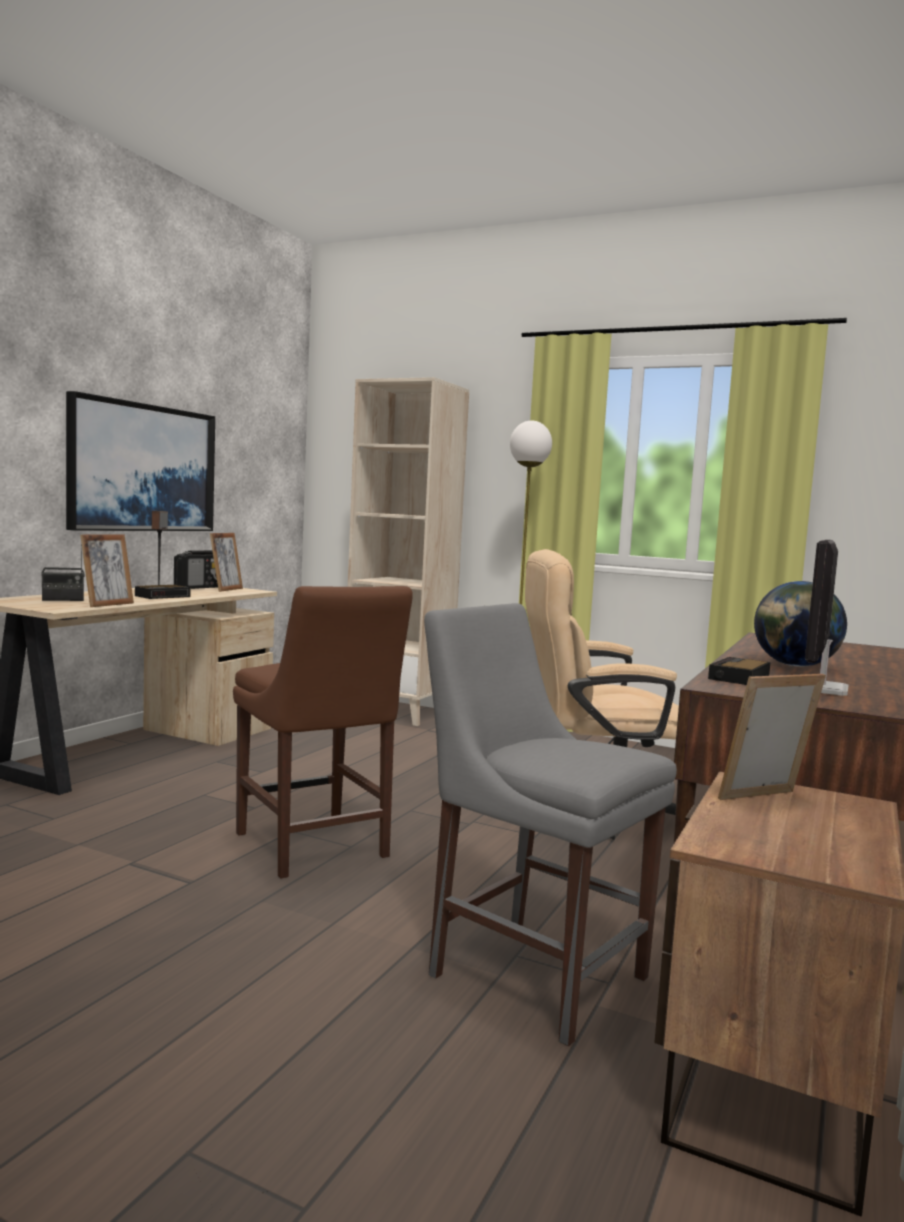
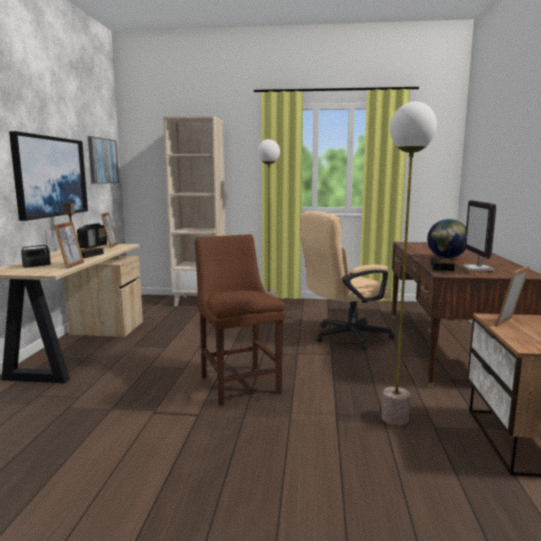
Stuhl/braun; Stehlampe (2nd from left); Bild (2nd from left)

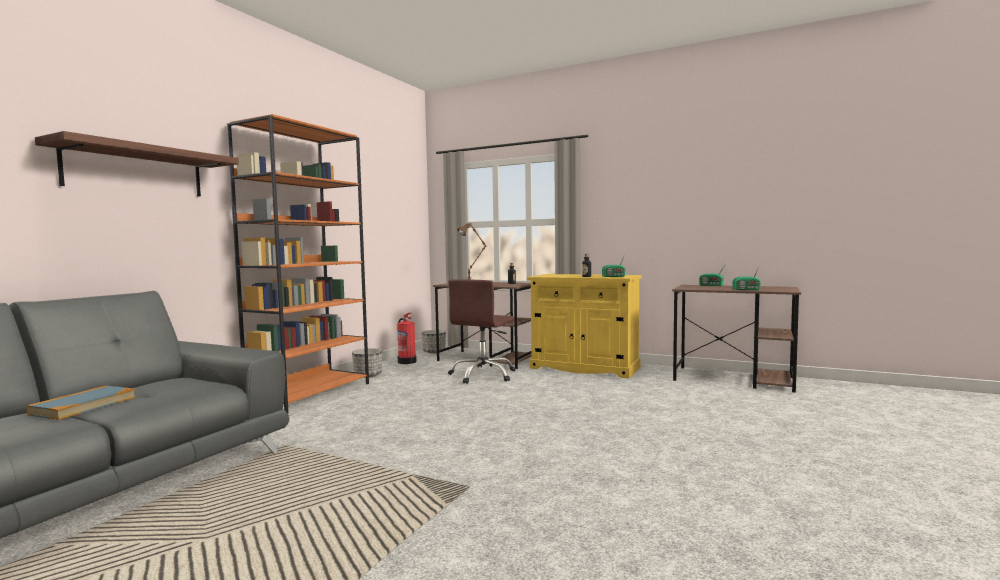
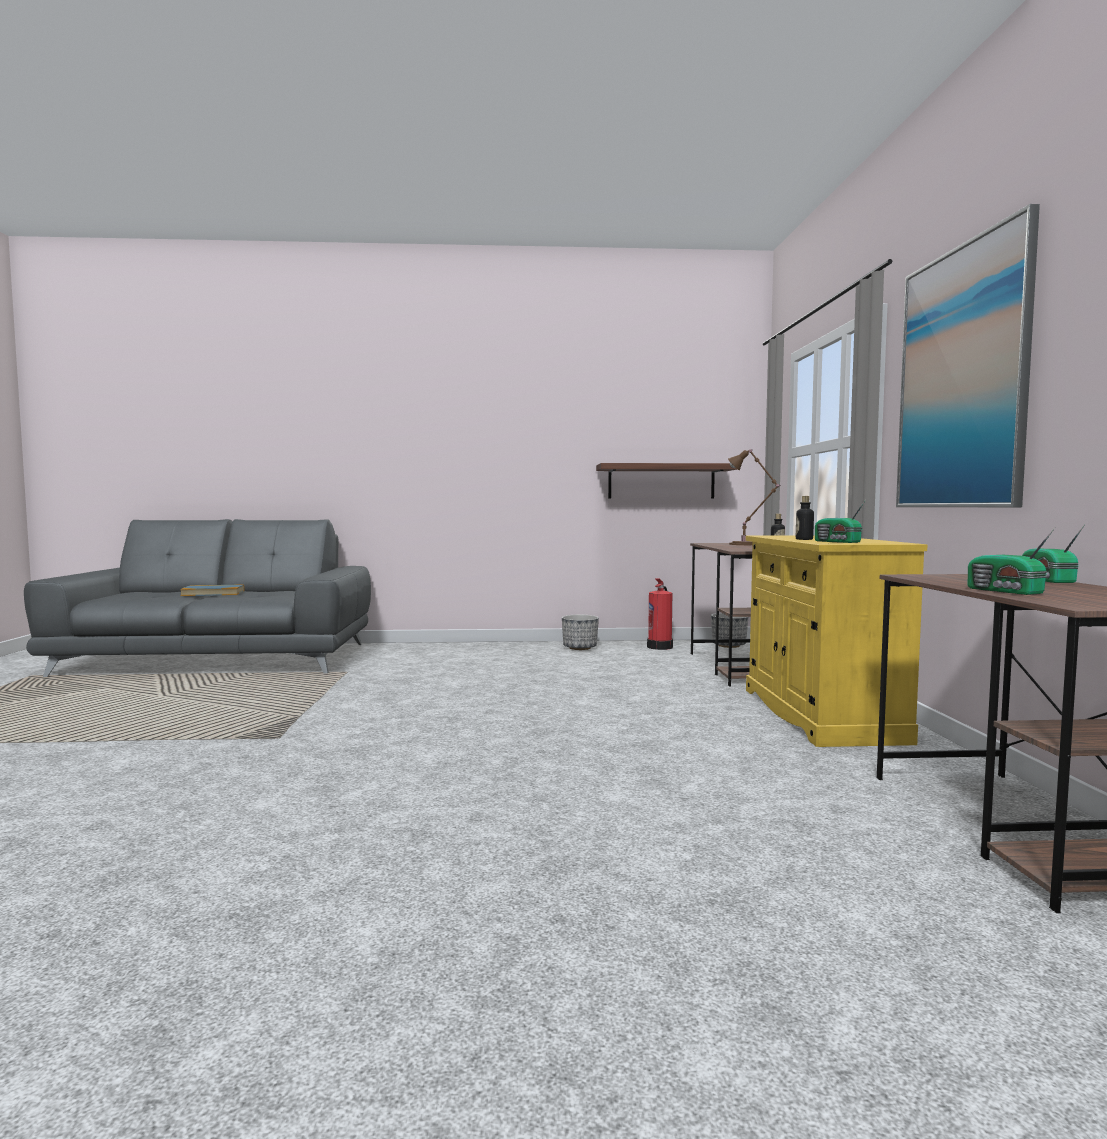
Wandregal; Bücherregal/orange; Bürostuhl/braun; Bild

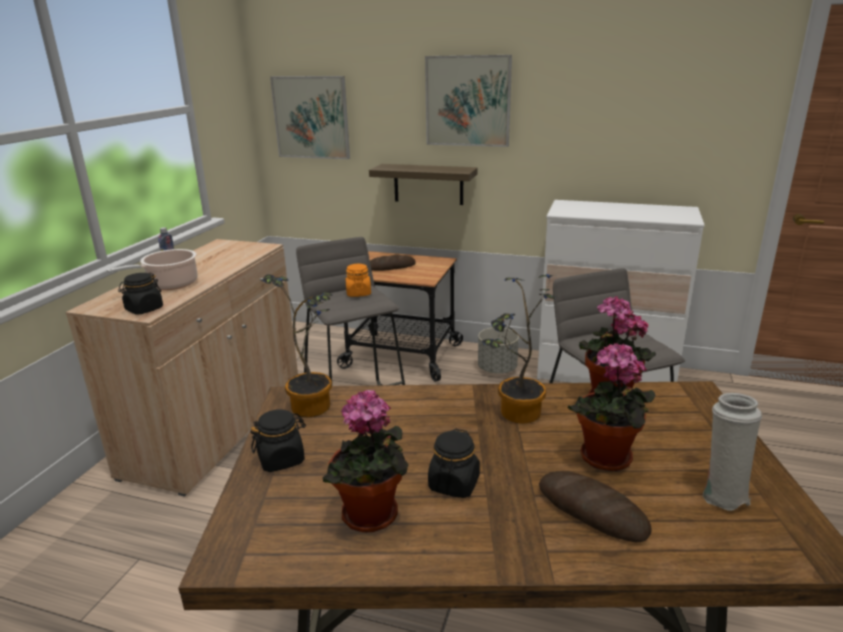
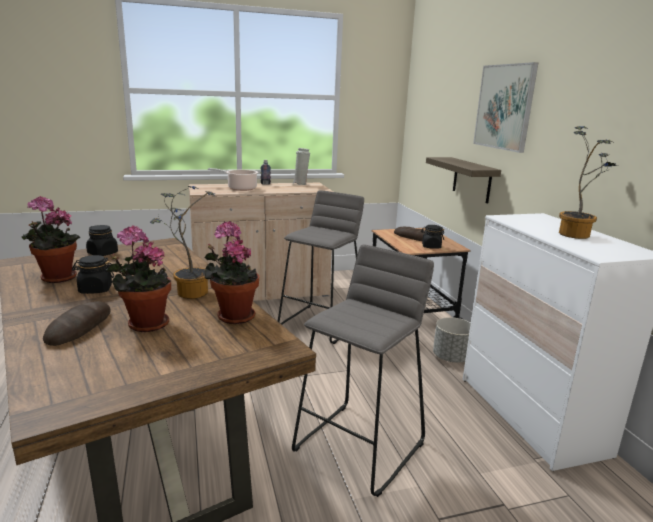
Vorratsglas/schwarz (3rd from left); Topfpflanze (5th from left); Bild (1st from left in the first image); Vorratsglas/orange; Vase/weiß

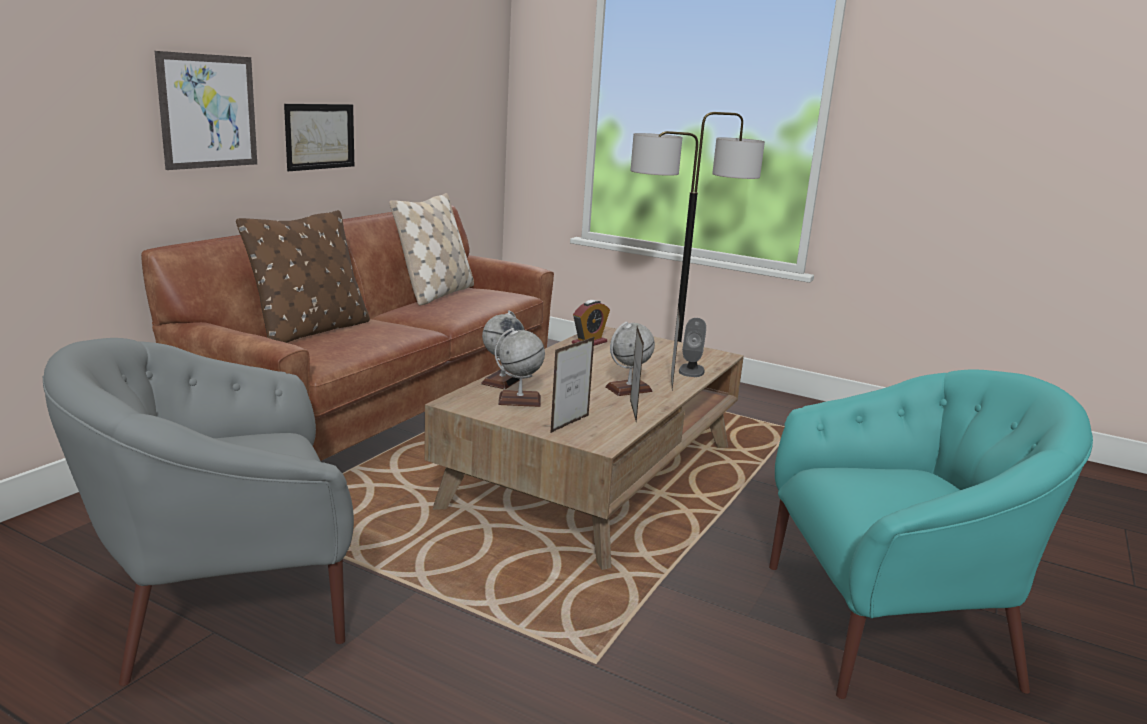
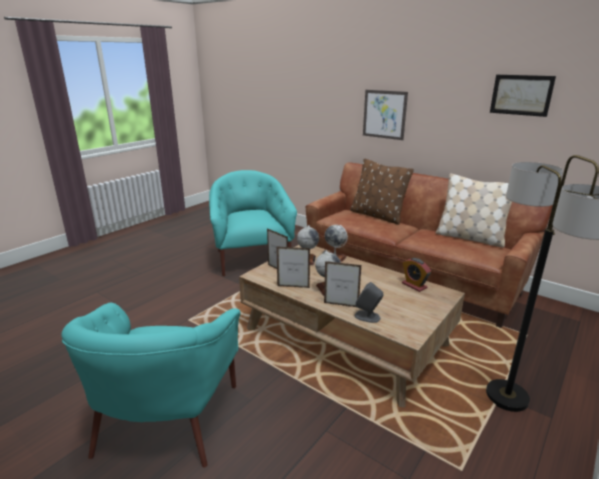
Sessel/türkis (2nd from left); Bild (2nd from left)

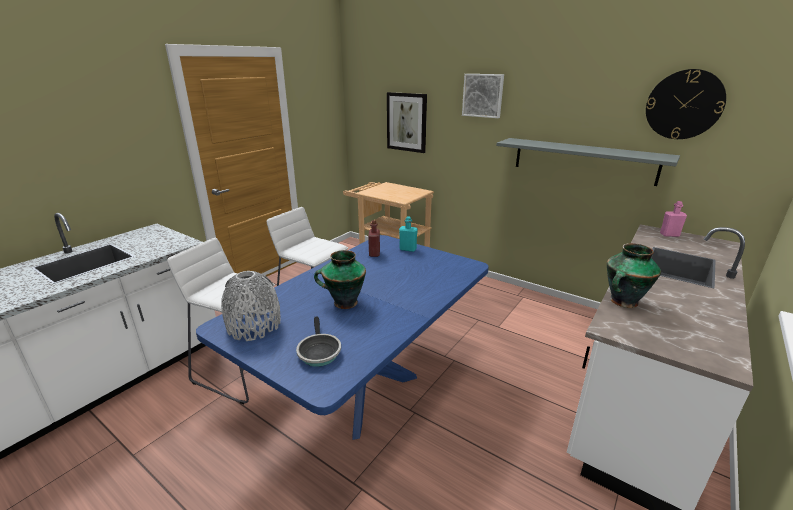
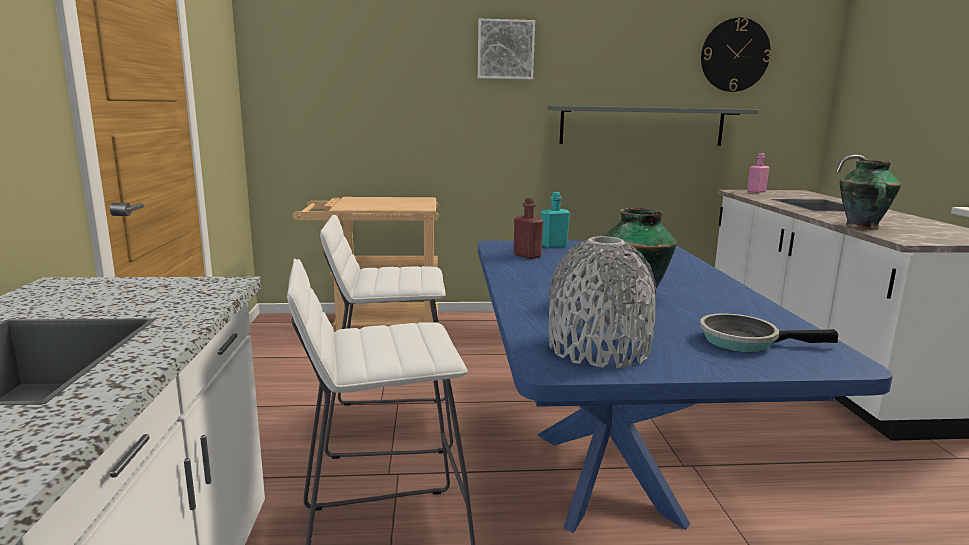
Pfanne; Bild (1st from left in the first image)

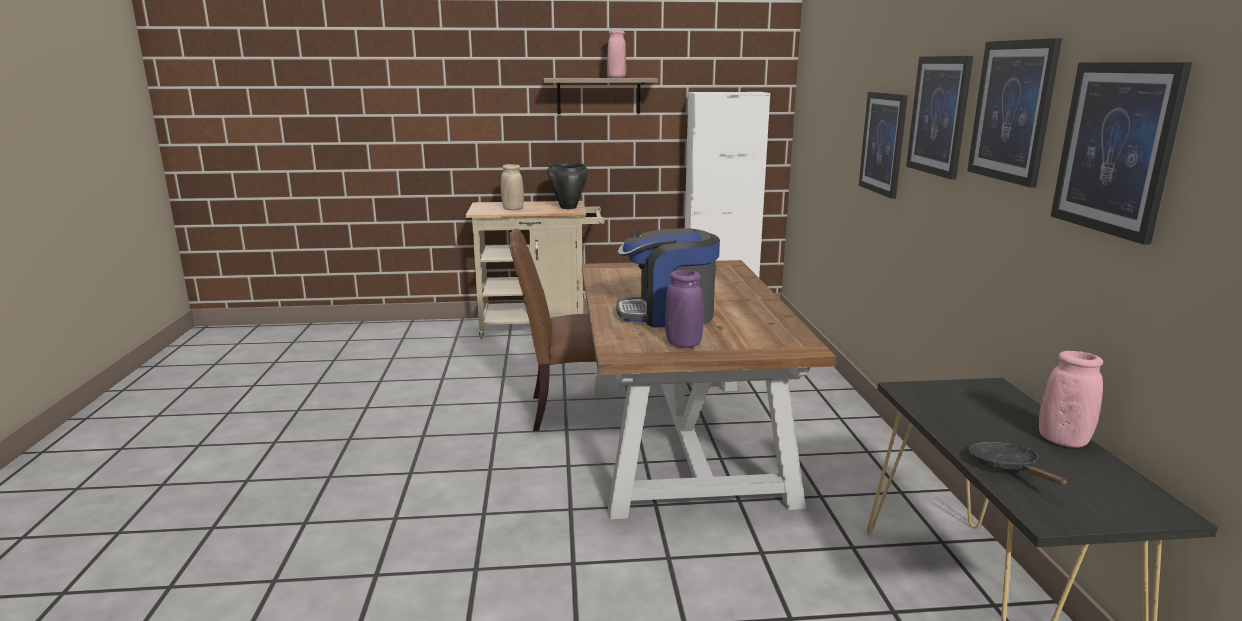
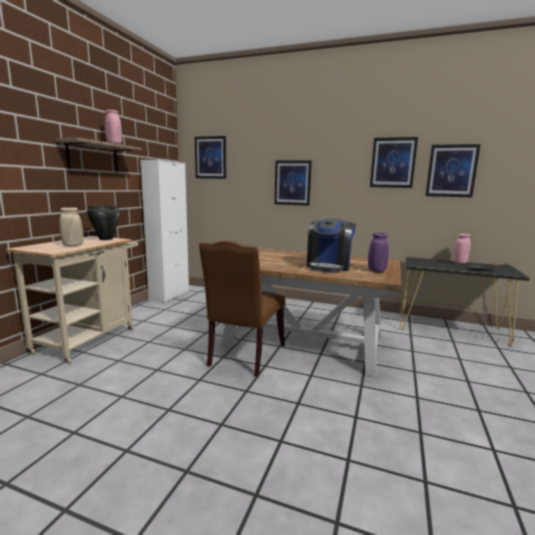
Bild (1st from left)

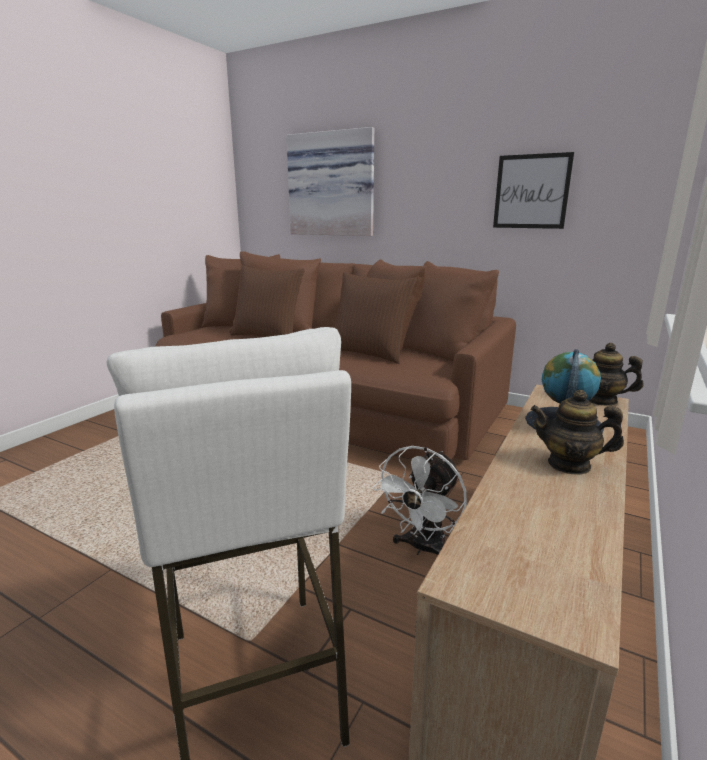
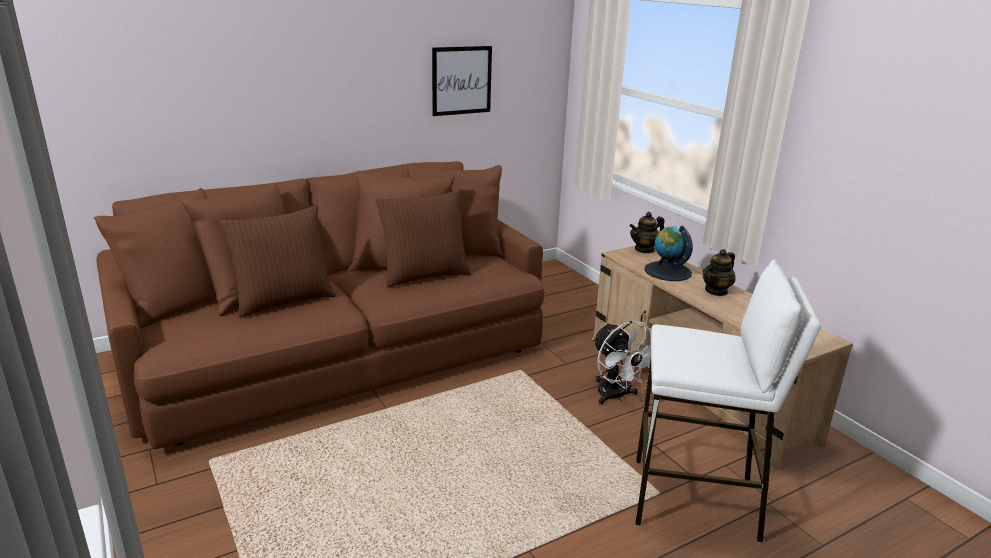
Bild (1st from left in the first image)

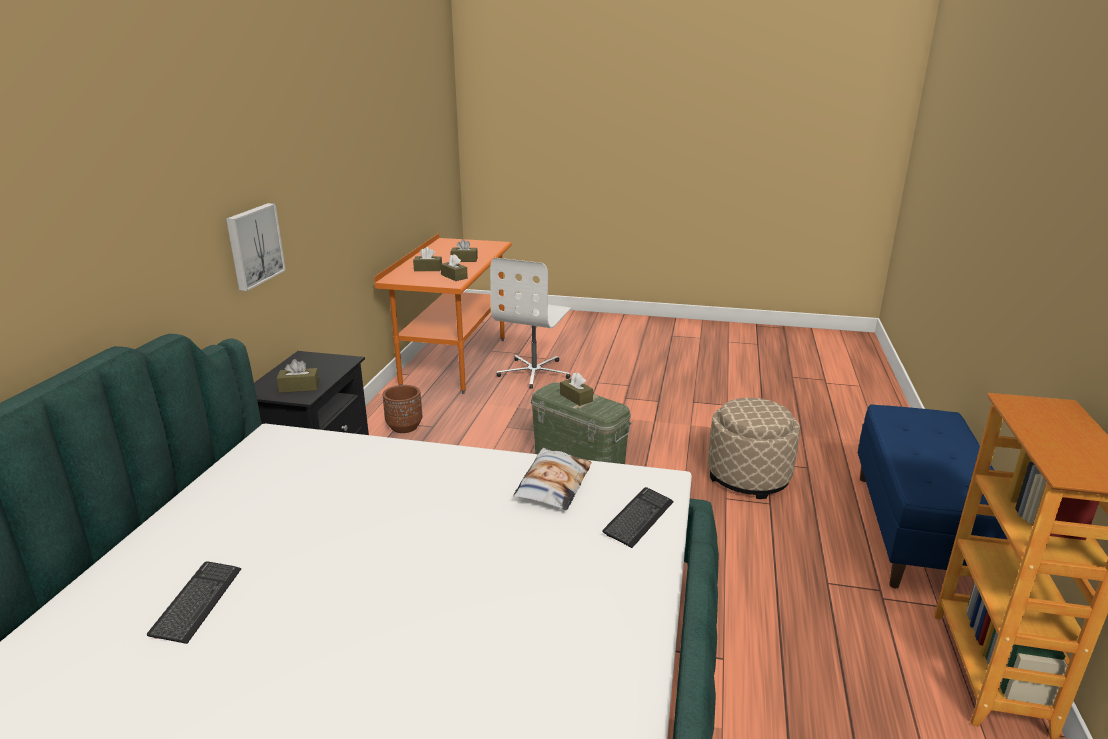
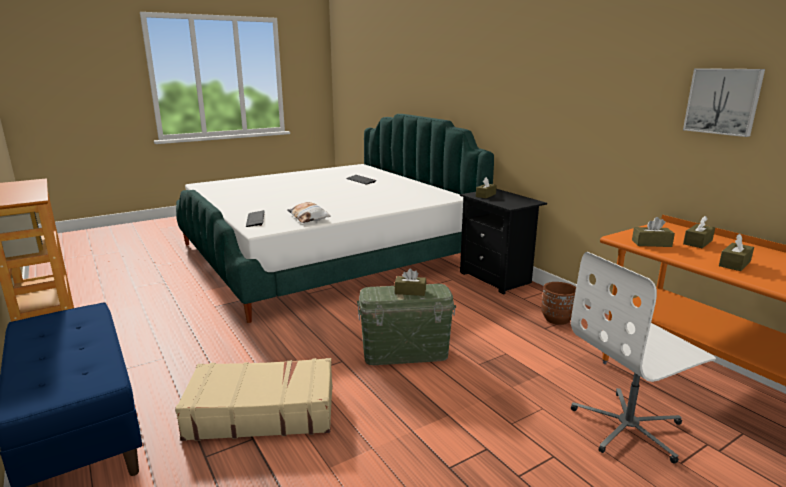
Bild; Bürostuhl/weiß; Koffer/beige

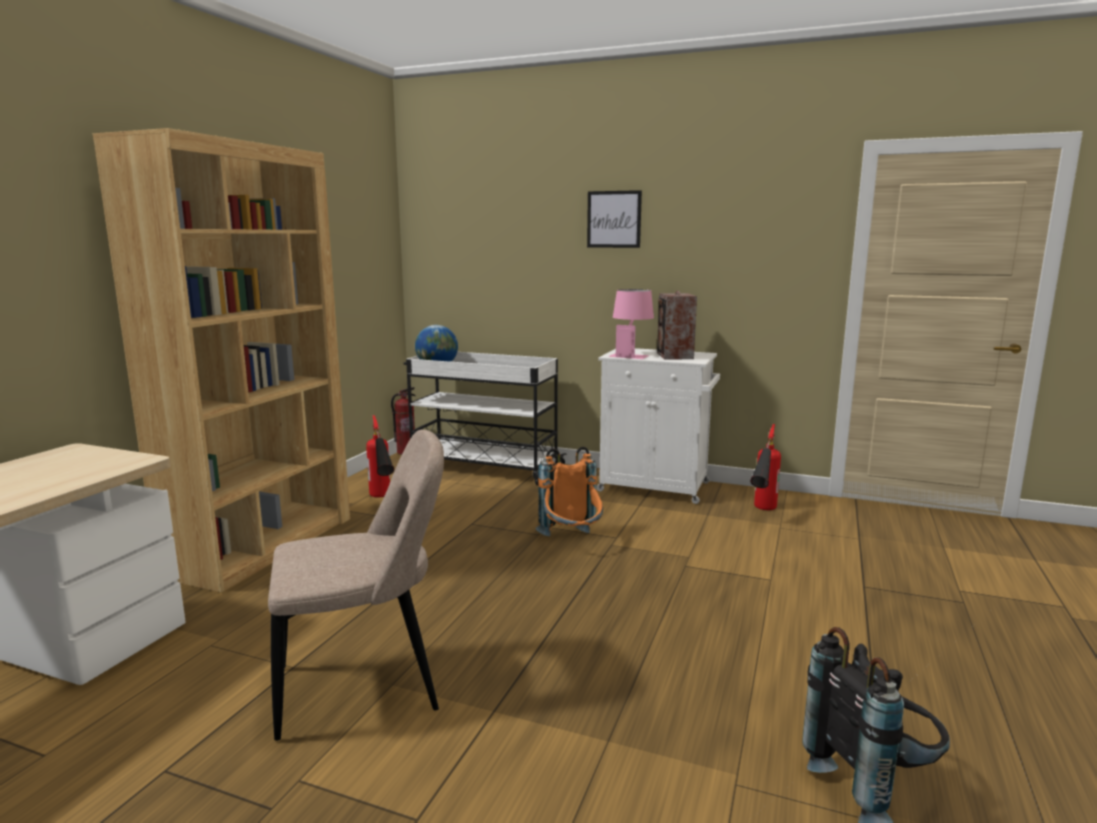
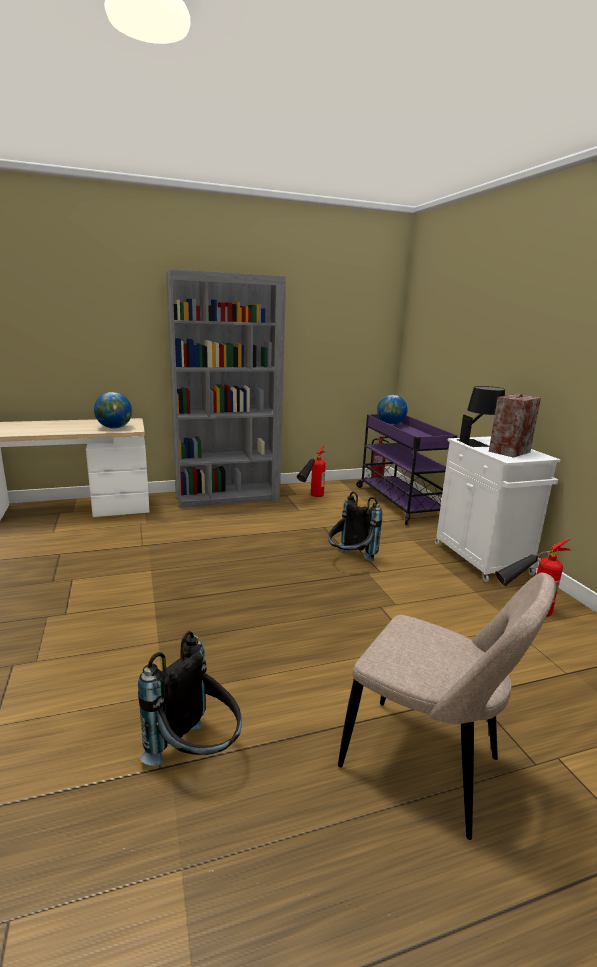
Bücherregal/grau; Stuhl/beige; Rollwagen/lila; Rucksack/schwarz (2nd from left); Bild; Tischlampe/schwarz; Globus (1st from left)

